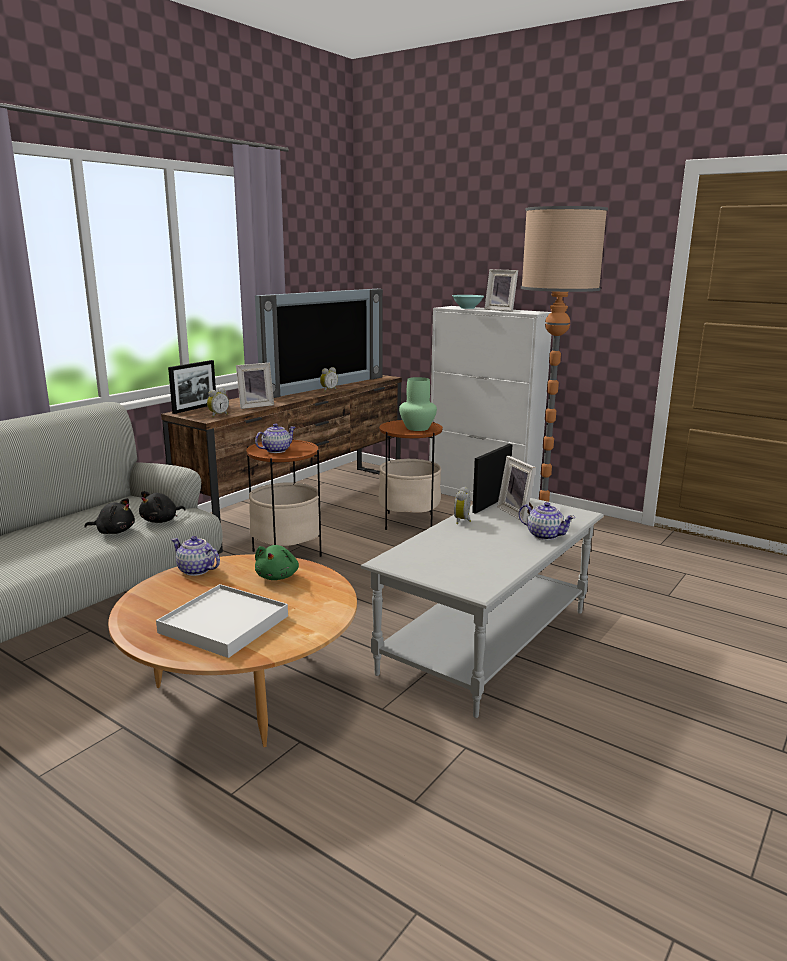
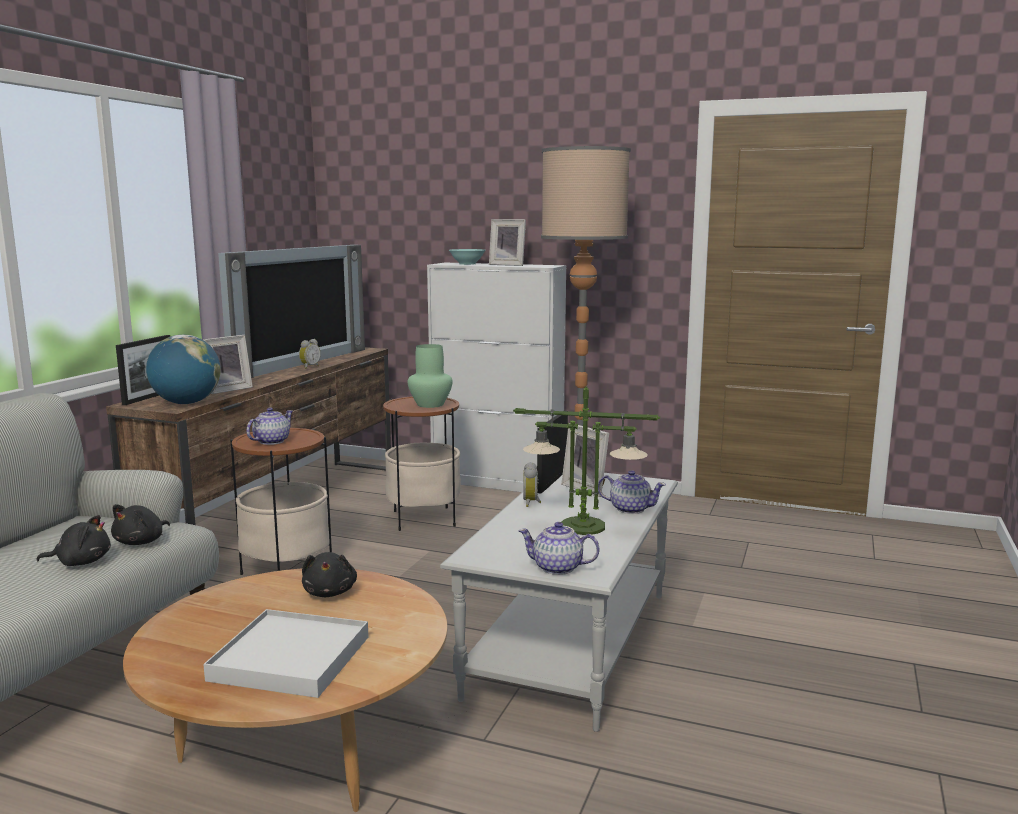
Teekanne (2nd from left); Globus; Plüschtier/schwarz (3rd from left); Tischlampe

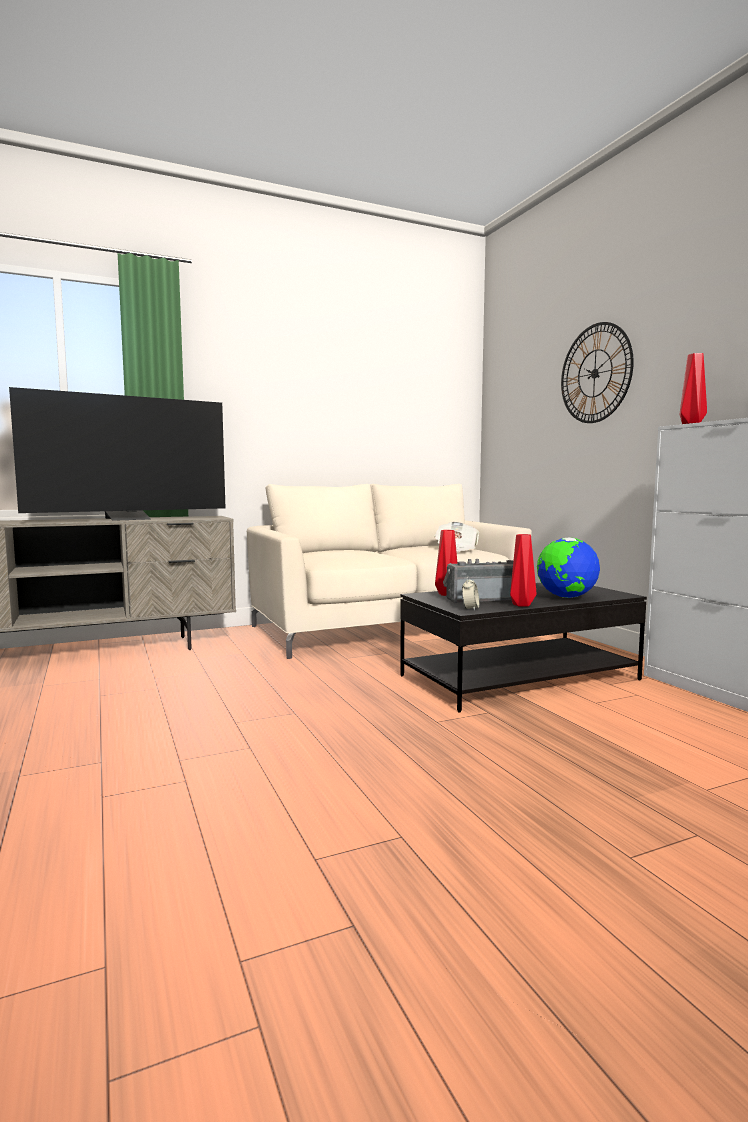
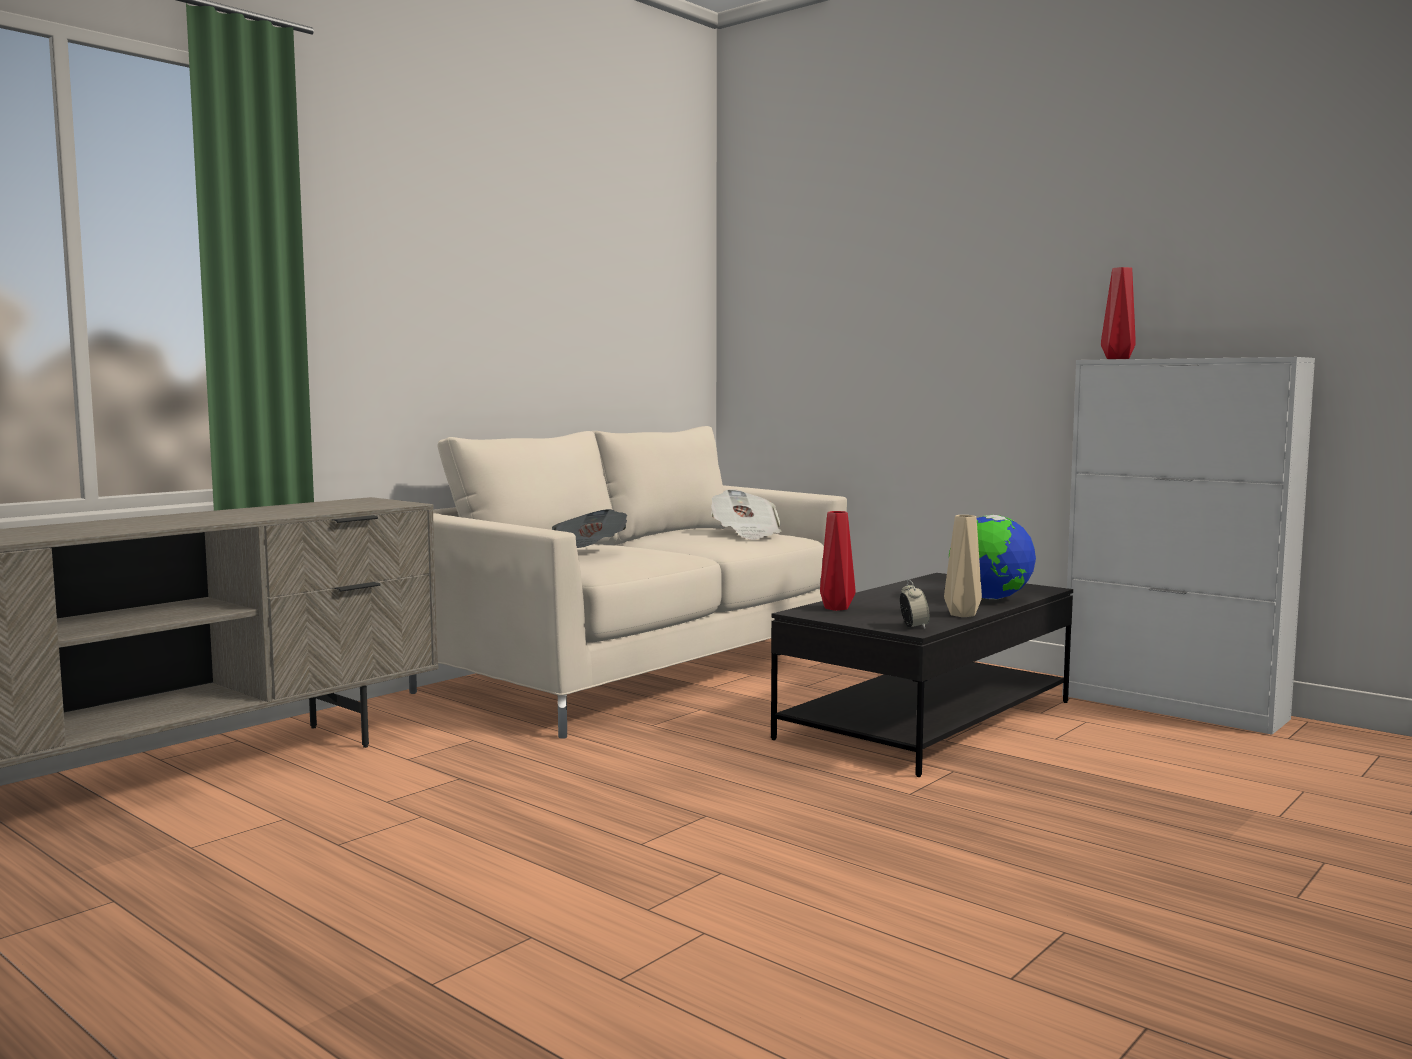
Fernseher; Radio; Vase/beige; Wanduhr; Zeitung (1st from left)

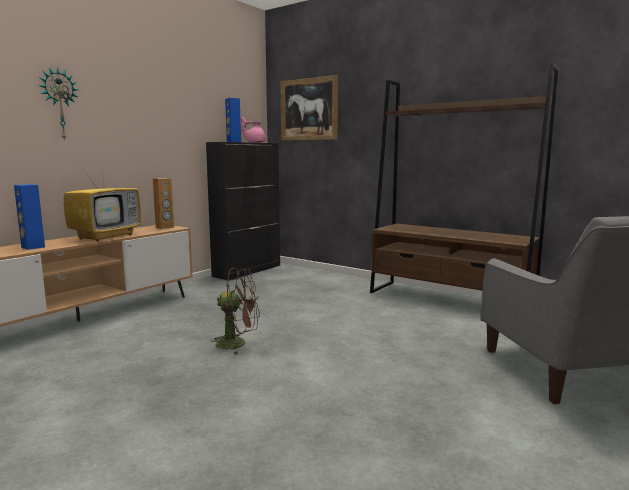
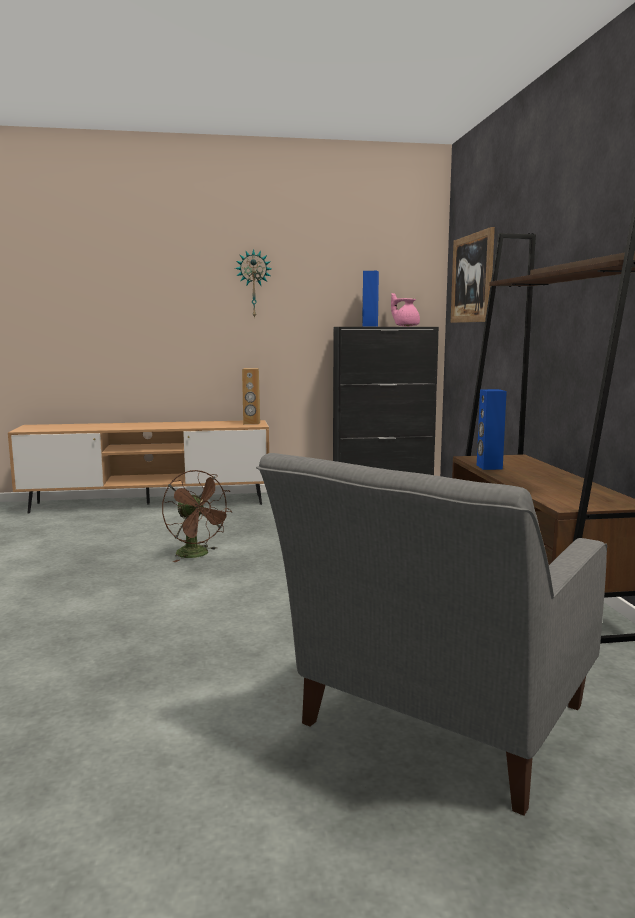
Lautsprecher/blau (2nd from left); Wanduhr; Fernseher

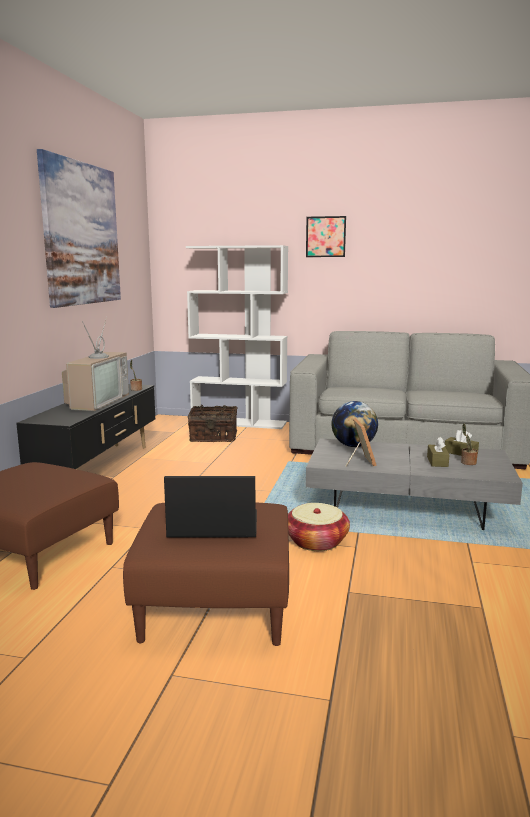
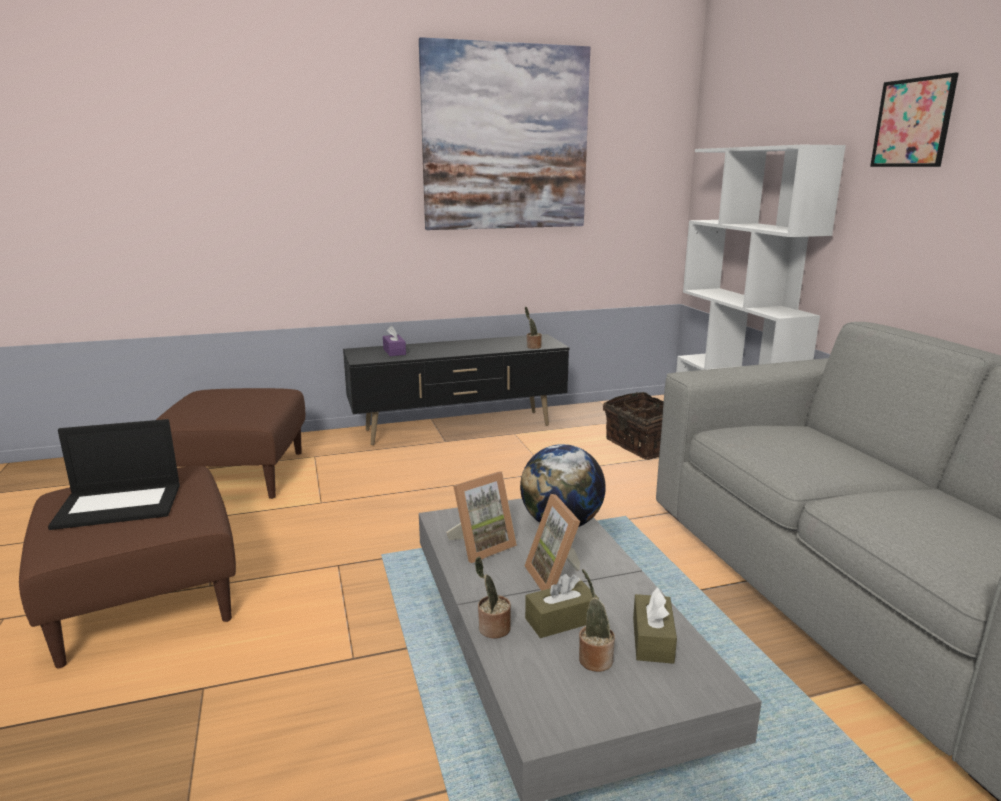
Fernseher; Laptop; Korb (2nd from left in the first image); Taschentuchbox/lila; Topfpflanze (1st from left); Bilderrahmen (2nd from left)

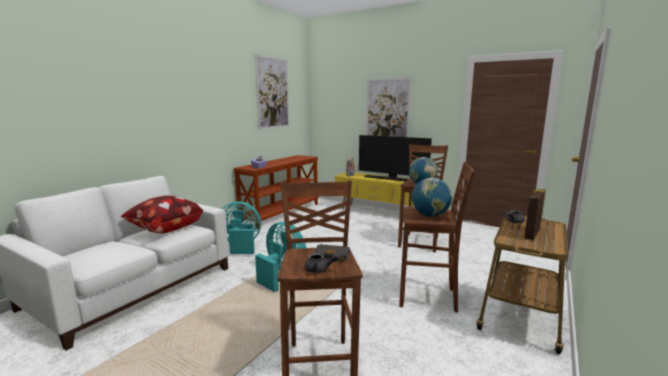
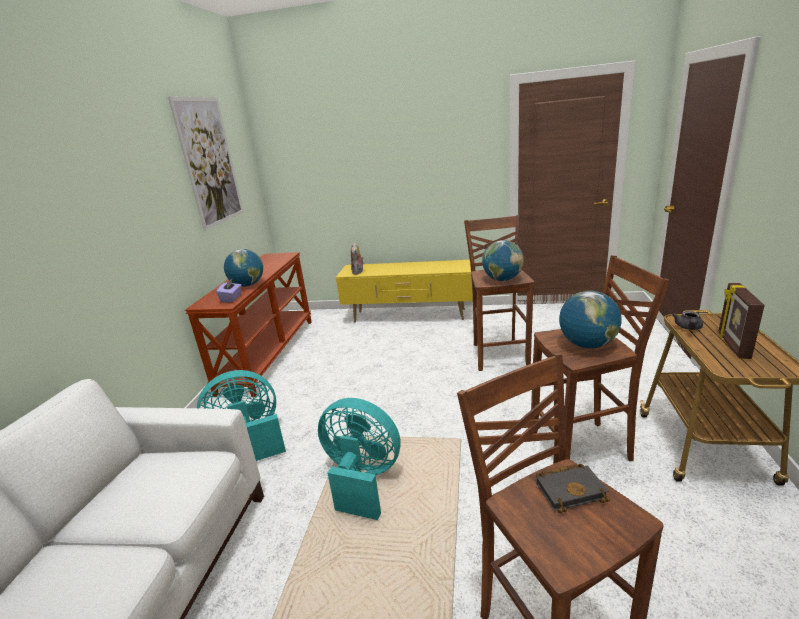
Kissen; Teekanne/grau (1st from left in the first image); Fernseher; Bild (2nd from left in the first image); Globus (1st from left)

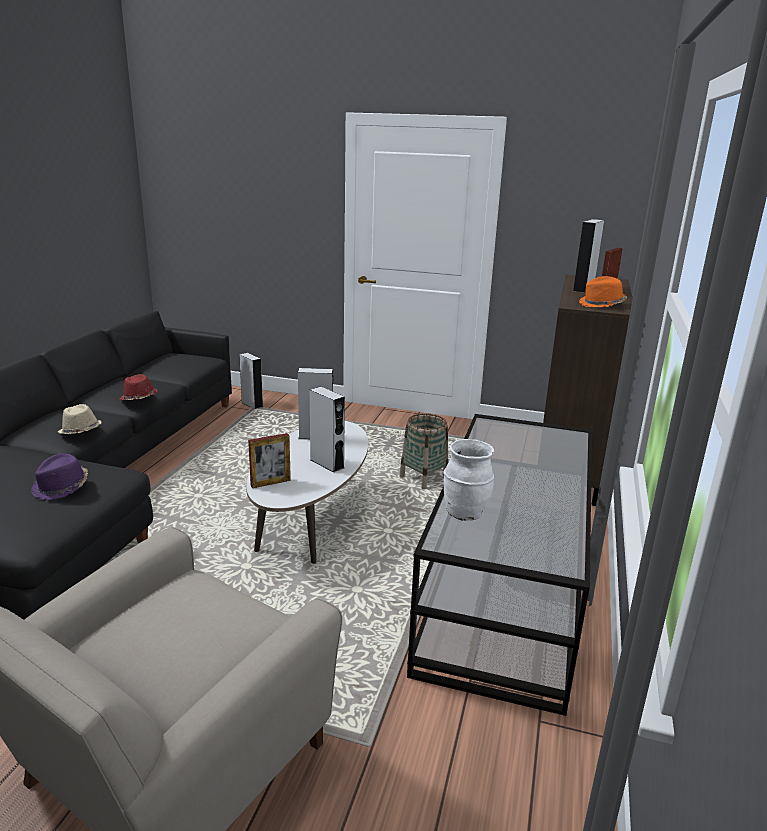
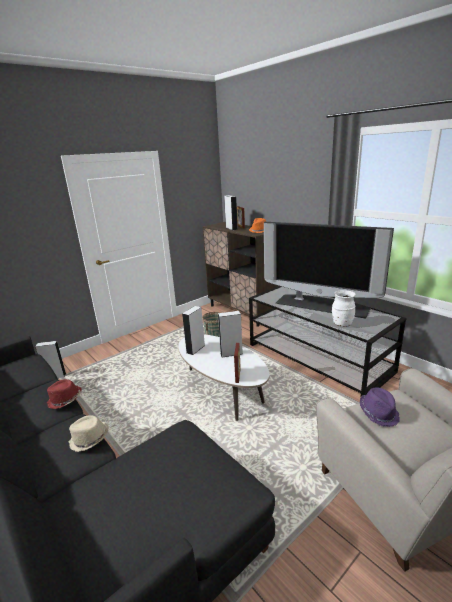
Hut/lila; Fernseher

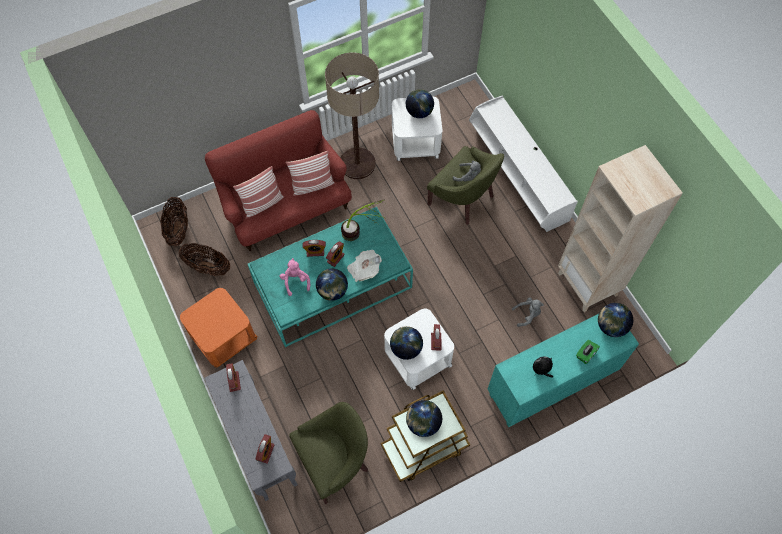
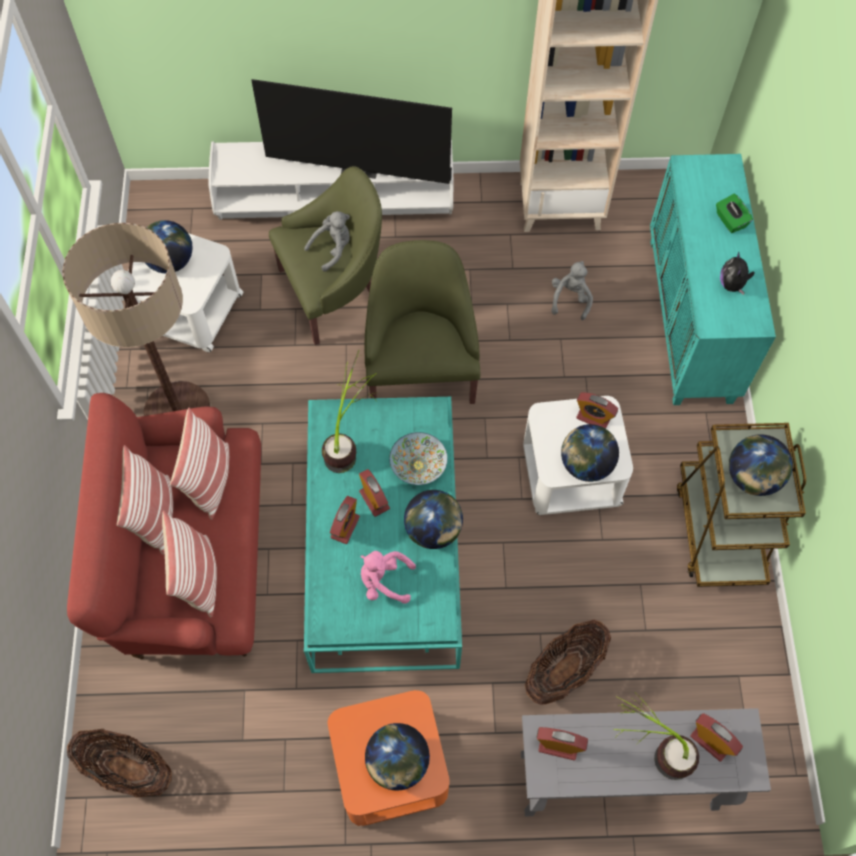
Korb (2nd from left); Sessel/grün (2nd from left); Schüssel; Globus (2nd from left); Kissen (1st from left); Fernseher; Topfpflanze (2nd from left)

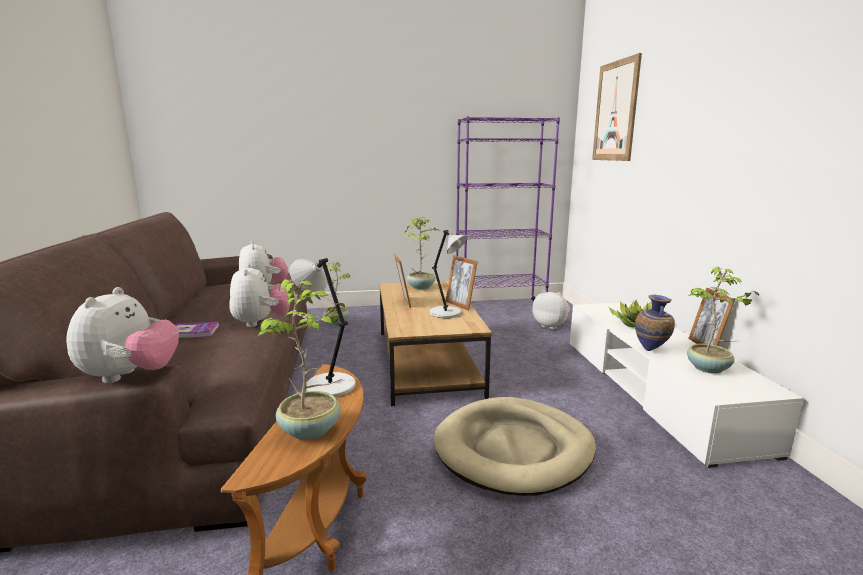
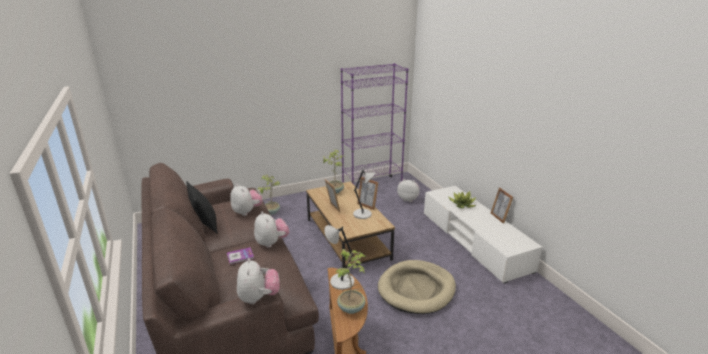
Bild; Vase; Topfpflanze (5th from left in the first image); Kissen/schwarz

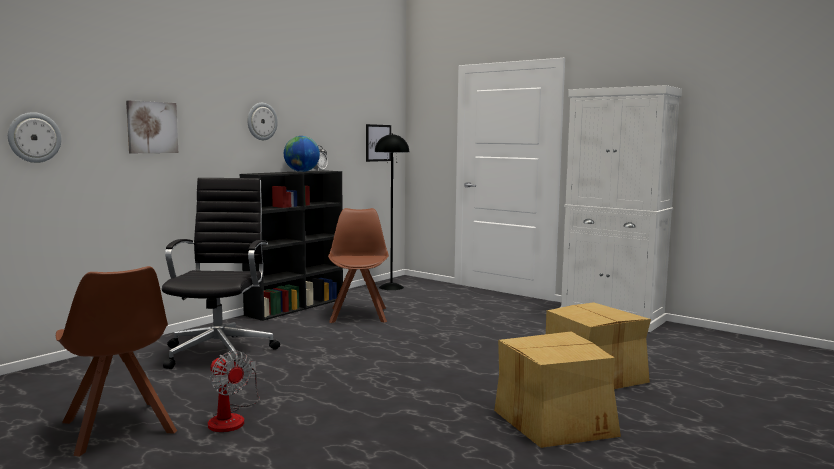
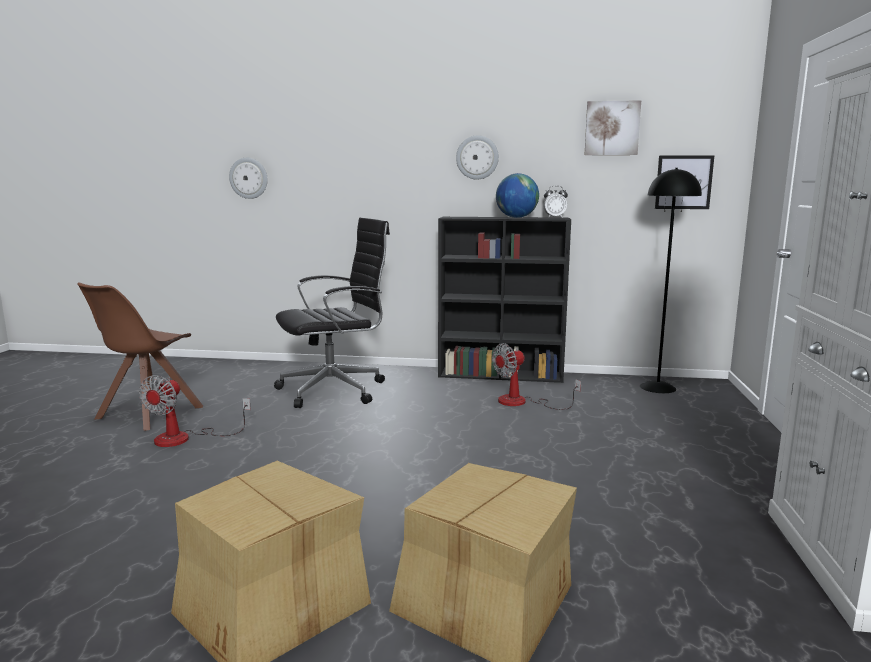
Bild (1st from left); Ventilator (2nd from left)

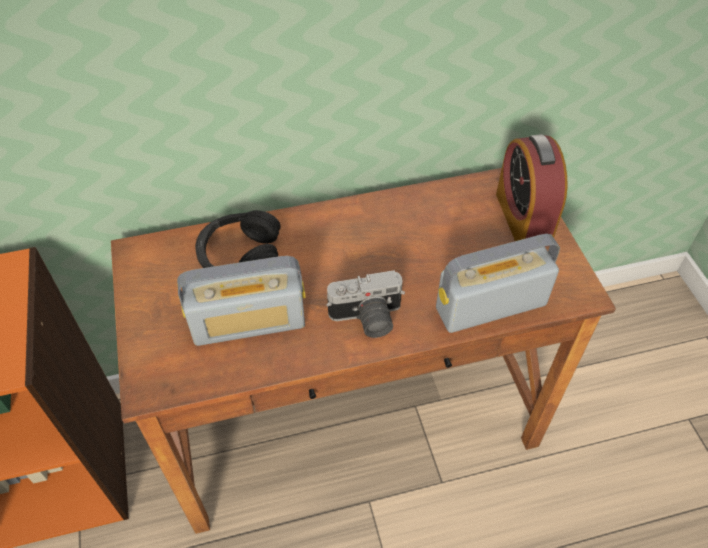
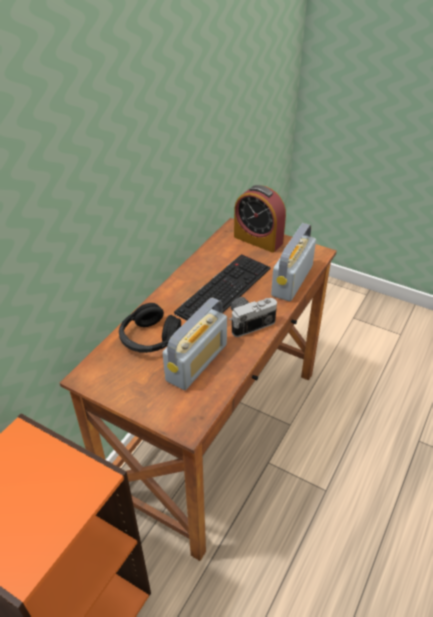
Kamera; Tastatur

